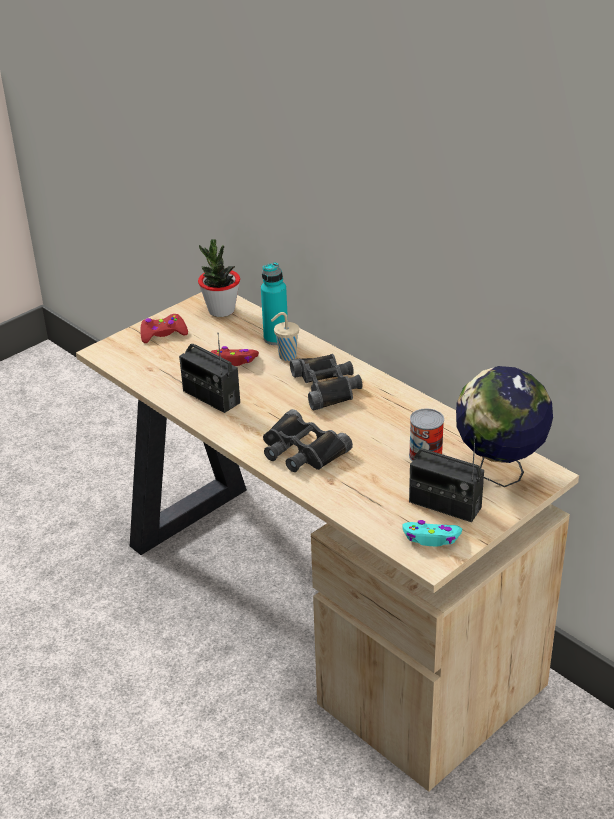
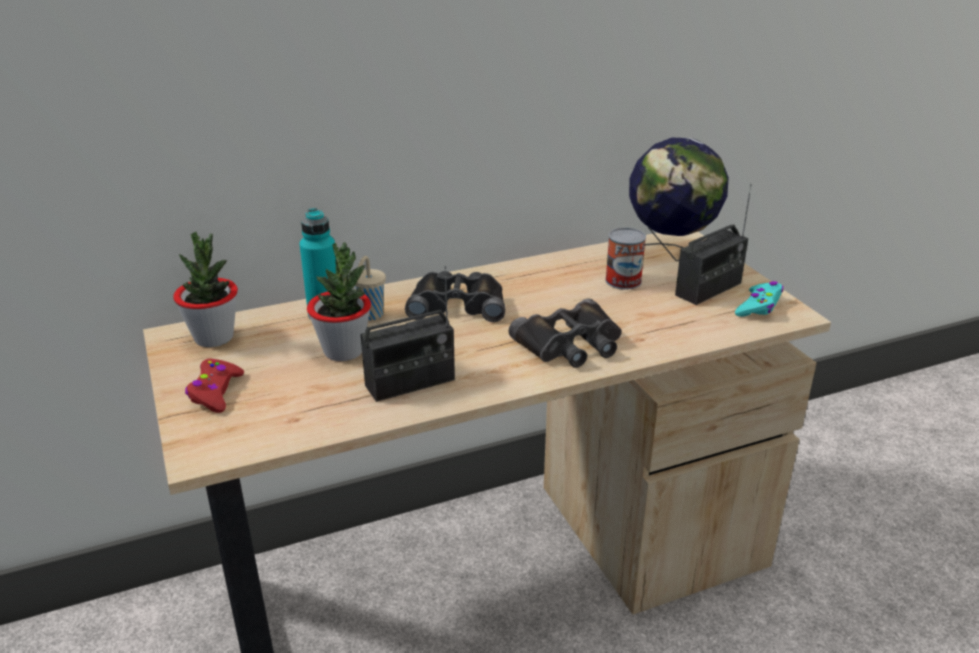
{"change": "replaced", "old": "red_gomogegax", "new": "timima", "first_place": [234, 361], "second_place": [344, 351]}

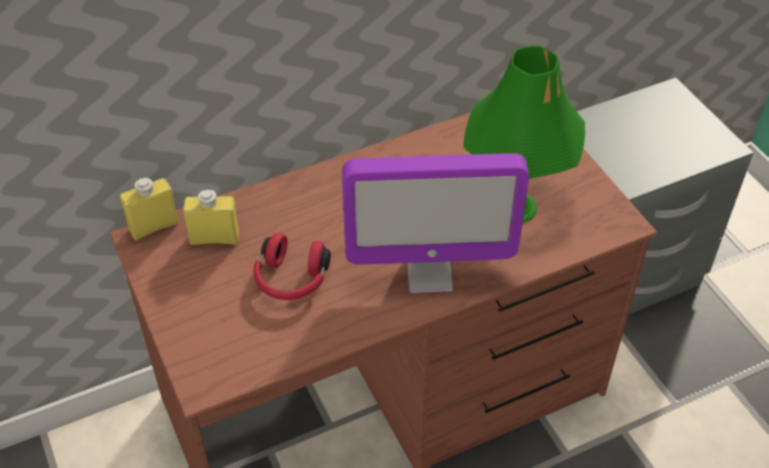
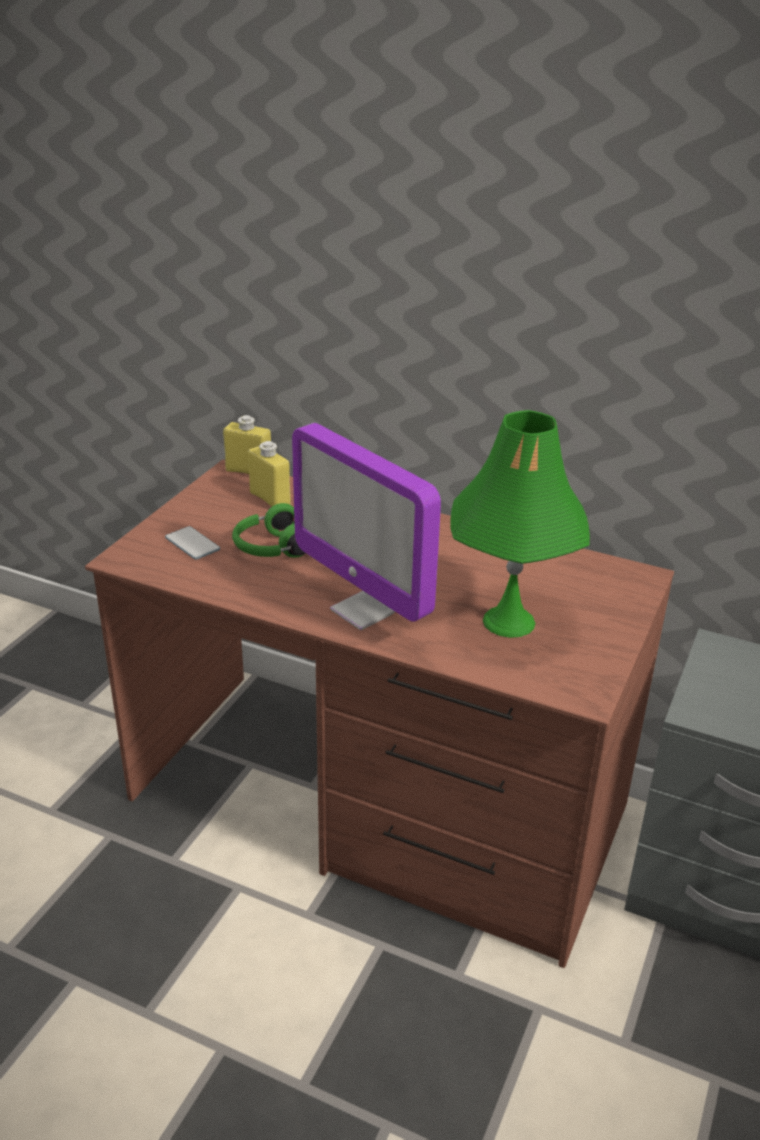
{"change": "recoloured", "old": "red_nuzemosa", "new": "green_nuzemosa", "first_place": [291, 280], "second_place": [271, 549]}
{"change": "added", "new": "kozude", "second_place": [192, 544]}

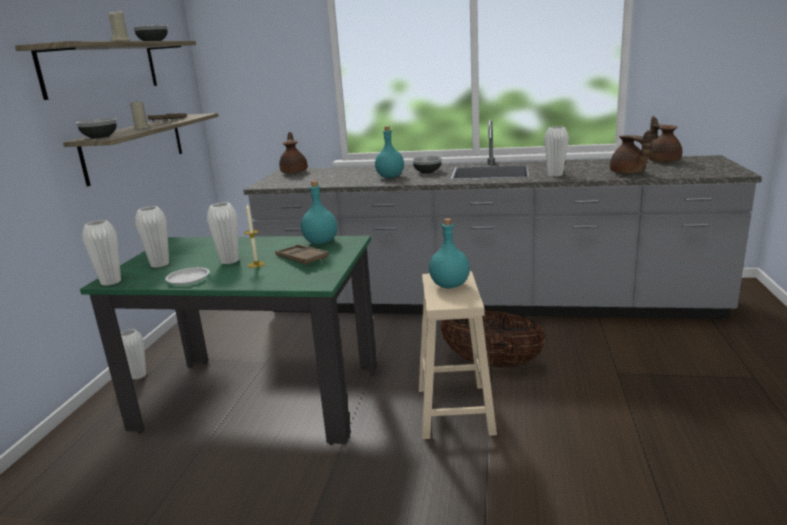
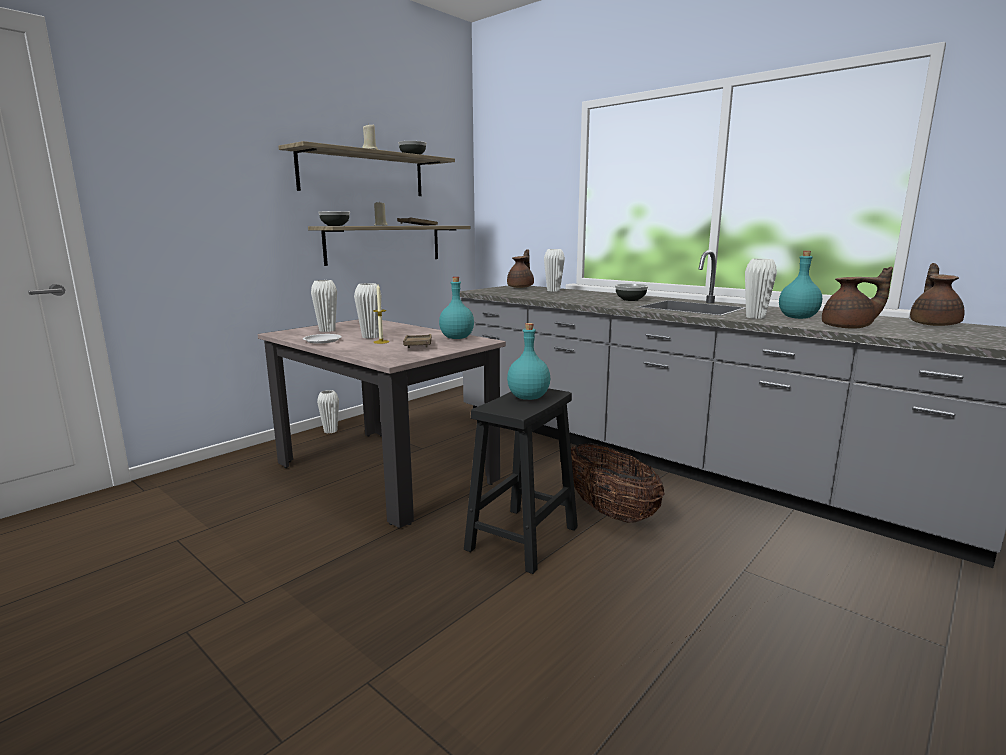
{"change": "recoloured", "old": "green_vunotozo", "new": "beige_vunotozo", "first_place": [260, 398], "second_place": [385, 472]}
{"change": "moved", "old": "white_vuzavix", "first_place": [111, 282], "second_place": [553, 290]}
{"change": "moved", "old": "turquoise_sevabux", "first_place": [390, 177], "second_place": [798, 318]}
{"change": "recoloured", "old": "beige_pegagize", "new": "black_pegagize", "first_place": [455, 411], "second_place": [522, 539]}
{"change": "turned", "old": "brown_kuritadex", "first_place": [628, 174], "second_place": [849, 327], "degrees": -90}

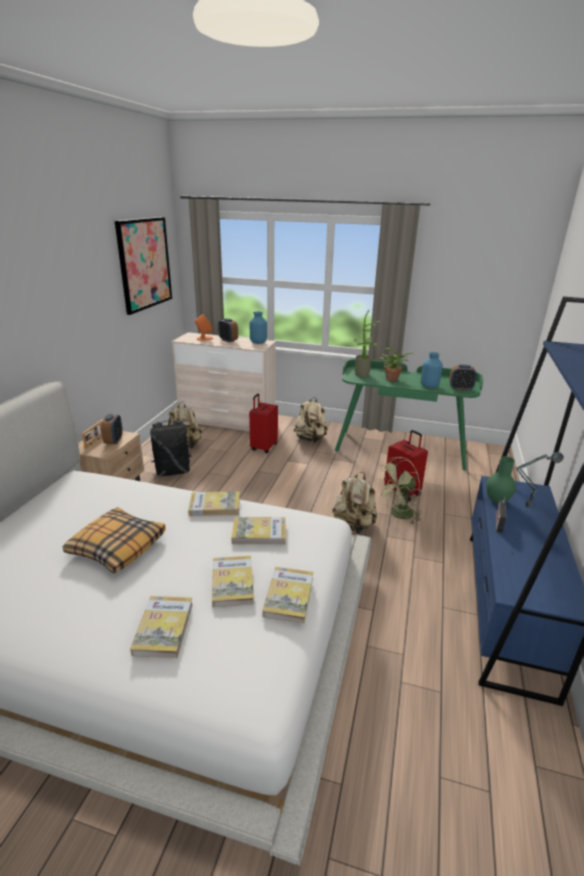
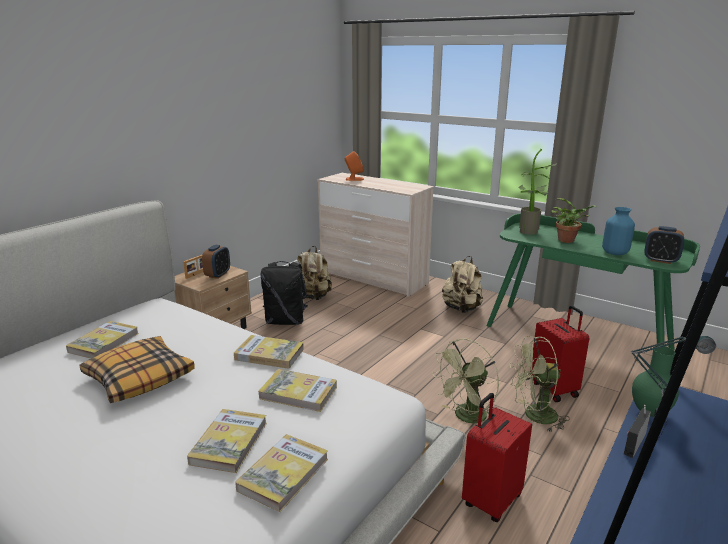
{"change": "removed", "old": "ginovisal", "first_place": [144, 264]}
{"change": "moved", "old": "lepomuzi", "first_place": [163, 628], "second_place": [104, 342]}
{"change": "removed", "old": "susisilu", "first_place": [228, 340]}
{"change": "moved", "old": "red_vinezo", "first_place": [263, 447], "second_place": [490, 500]}
{"change": "removed", "old": "blue_vuzavix", "first_place": [258, 342]}
{"change": "replaced", "old": "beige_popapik", "new": "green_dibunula", "first_place": [354, 525], "second_place": [466, 418]}

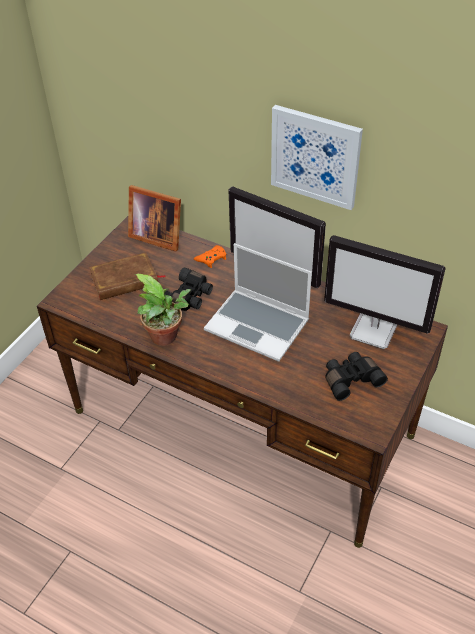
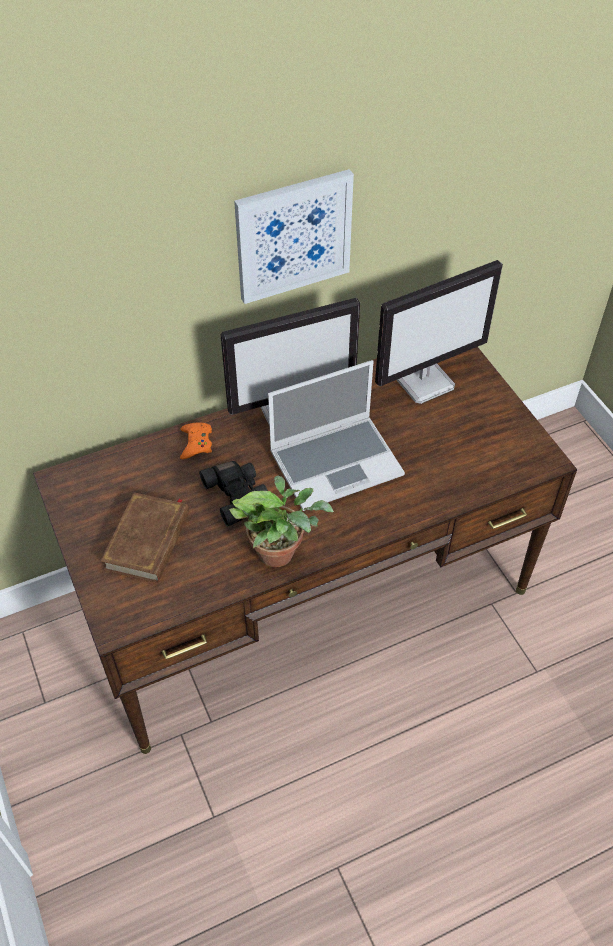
{"change": "removed", "old": "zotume", "first_place": [156, 236]}
{"change": "removed", "old": "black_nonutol", "first_place": [351, 379]}

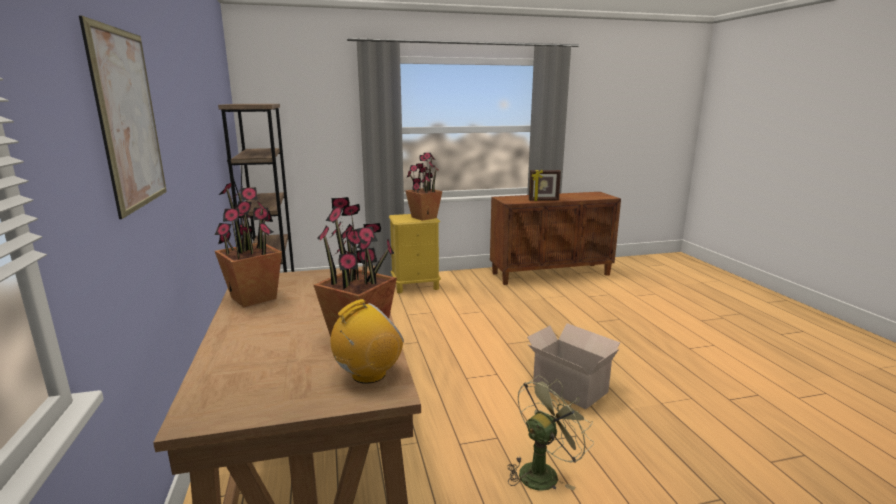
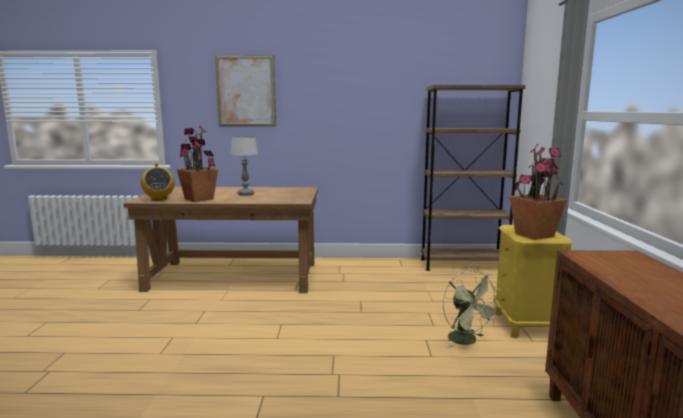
{"change": "removed", "old": "timima", "first_place": [254, 298]}
{"change": "moved", "old": "green_dibunula", "first_place": [543, 471], "second_place": [467, 341]}
{"change": "removed", "old": "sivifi", "first_place": [568, 387]}
{"change": "removed", "old": "zotume", "first_place": [543, 200]}
{"change": "added", "new": "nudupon", "second_place": [245, 194]}

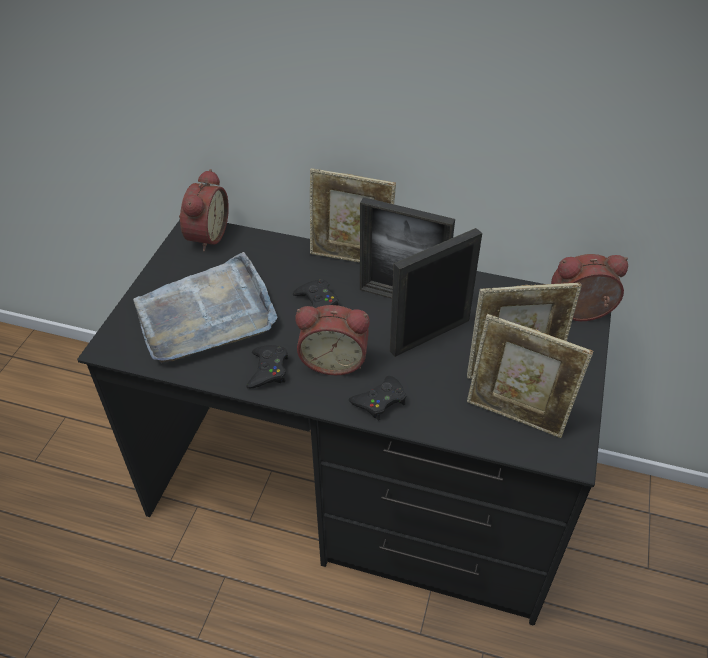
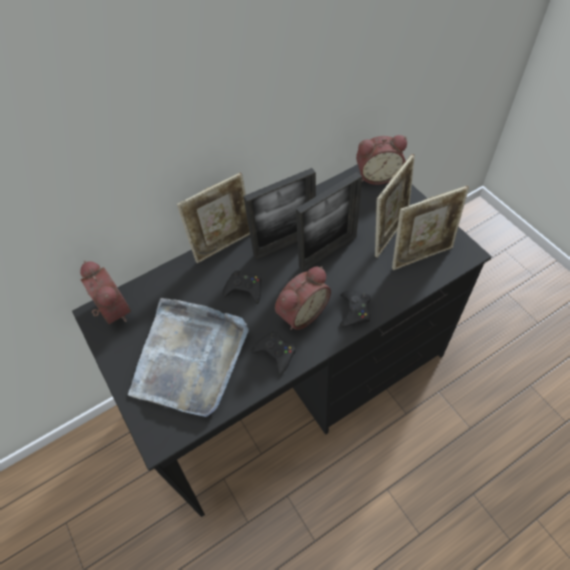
{"change": "turned", "old": "zotume", "first_place": [430, 335], "second_place": [328, 251], "degrees": -135}
{"change": "turned", "old": "susisilu", "first_place": [581, 314], "second_place": [377, 175], "degrees": -135}

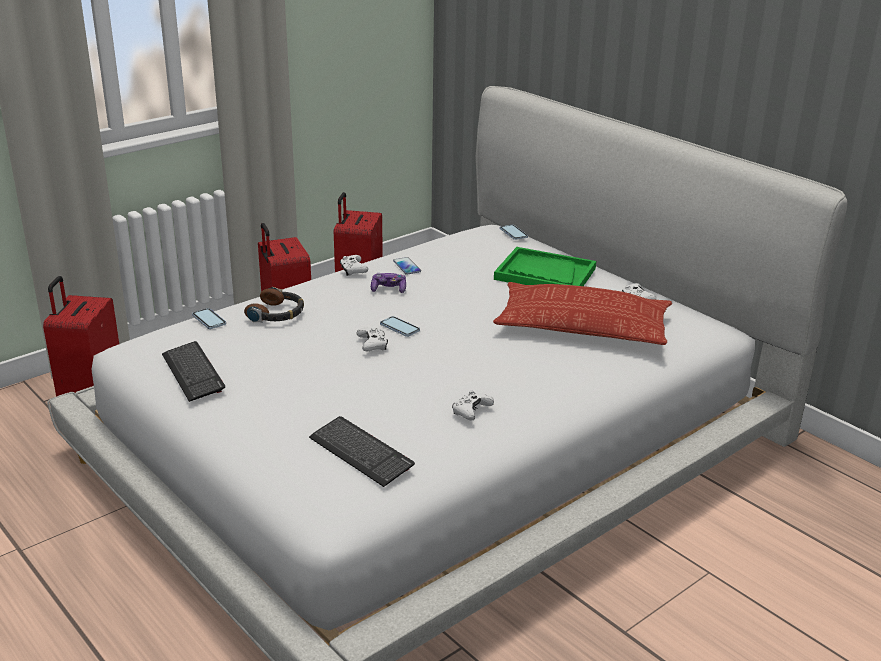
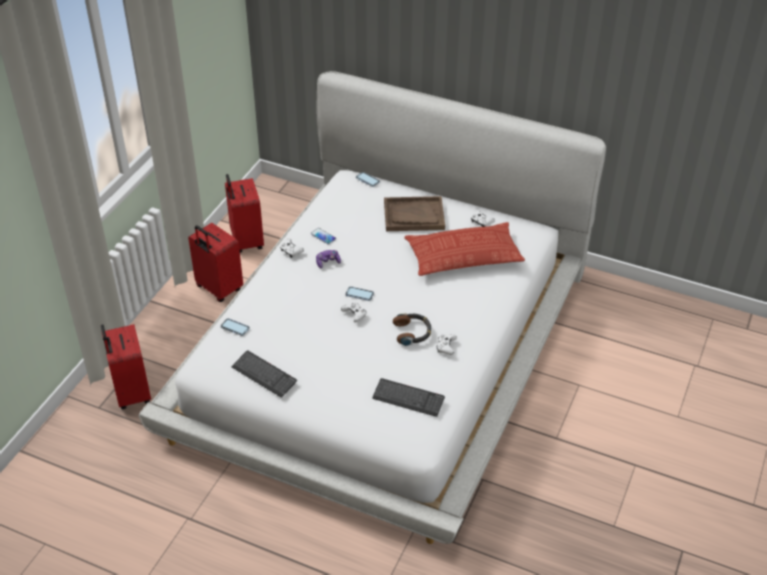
{"change": "moved", "old": "nuzemosa", "first_place": [277, 314], "second_place": [412, 332]}
{"change": "recoloured", "old": "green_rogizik", "new": "brown_rogizik", "first_place": [544, 274], "second_place": [413, 215]}

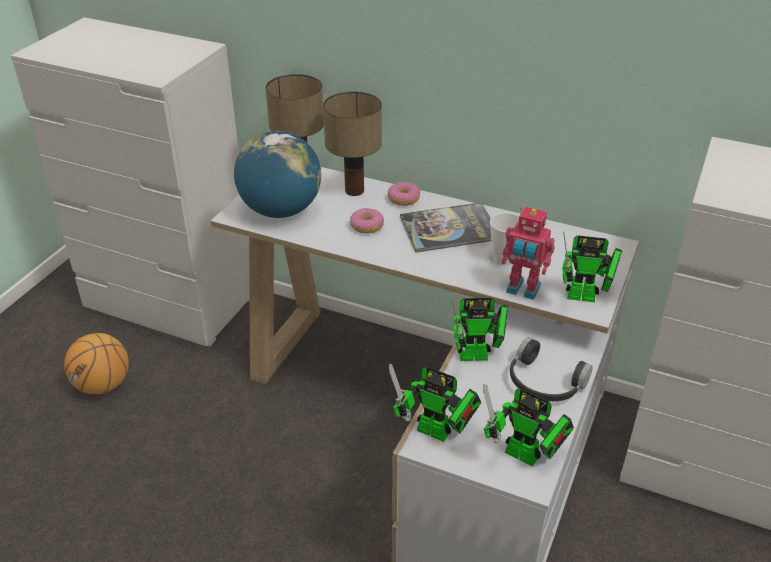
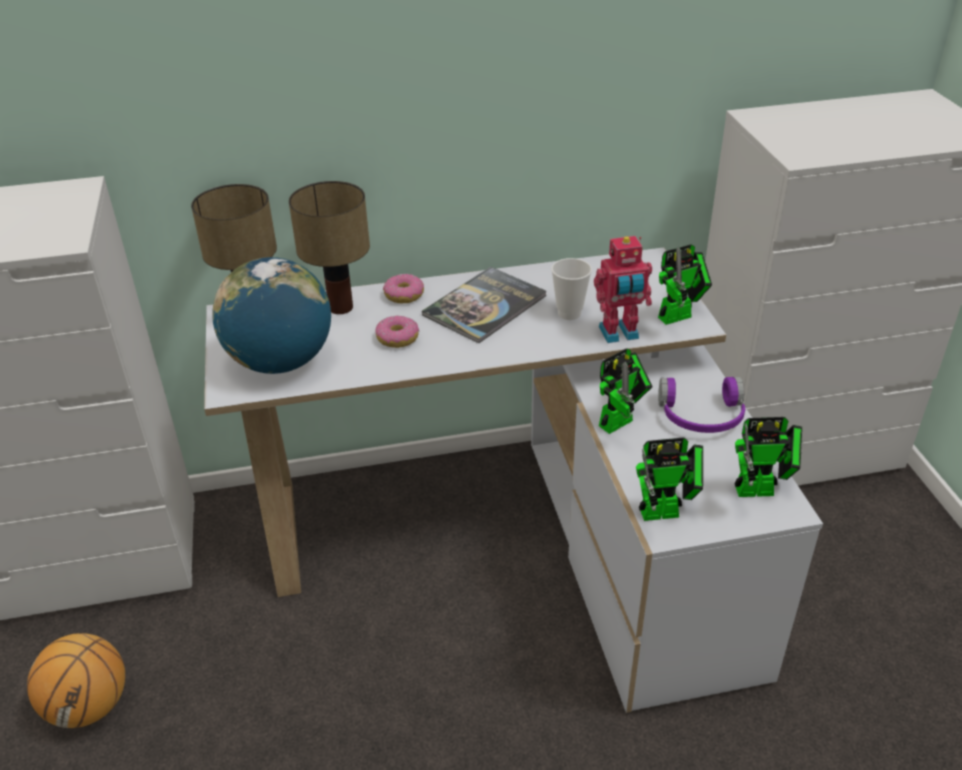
{"change": "recoloured", "old": "black_nuzemosa", "new": "purple_nuzemosa", "first_place": [544, 383], "second_place": [701, 417]}

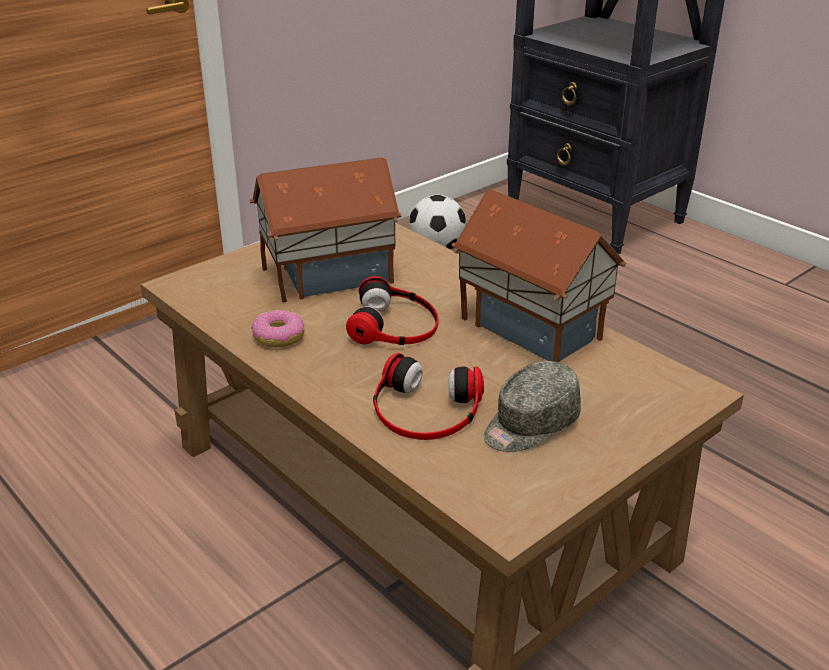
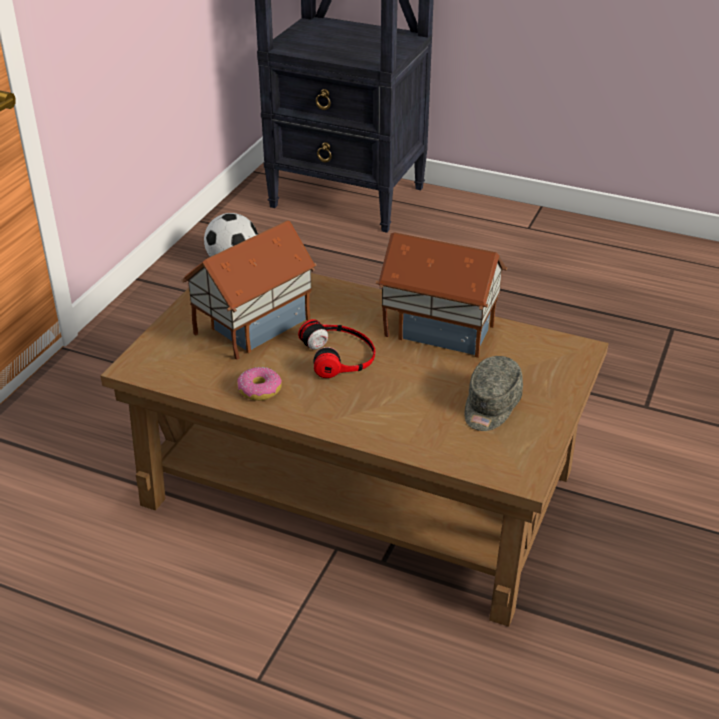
{"change": "removed", "old": "nuzemosa", "first_place": [425, 410]}

